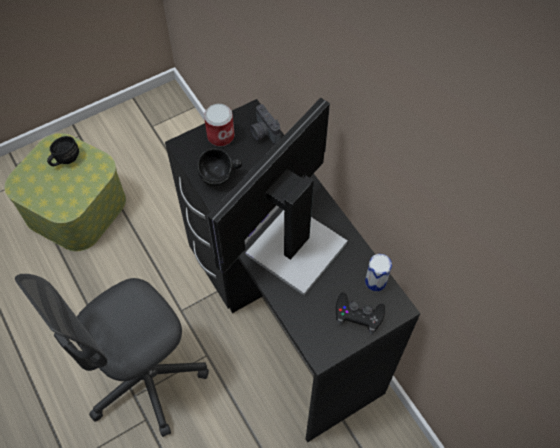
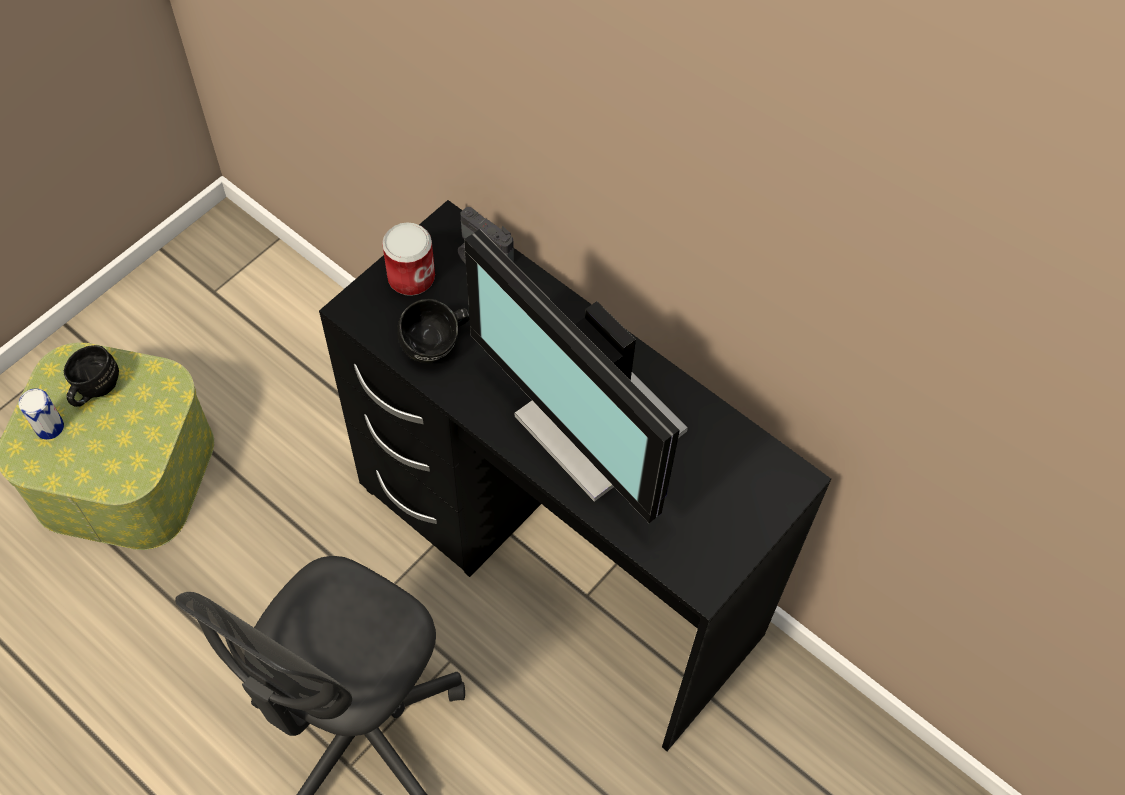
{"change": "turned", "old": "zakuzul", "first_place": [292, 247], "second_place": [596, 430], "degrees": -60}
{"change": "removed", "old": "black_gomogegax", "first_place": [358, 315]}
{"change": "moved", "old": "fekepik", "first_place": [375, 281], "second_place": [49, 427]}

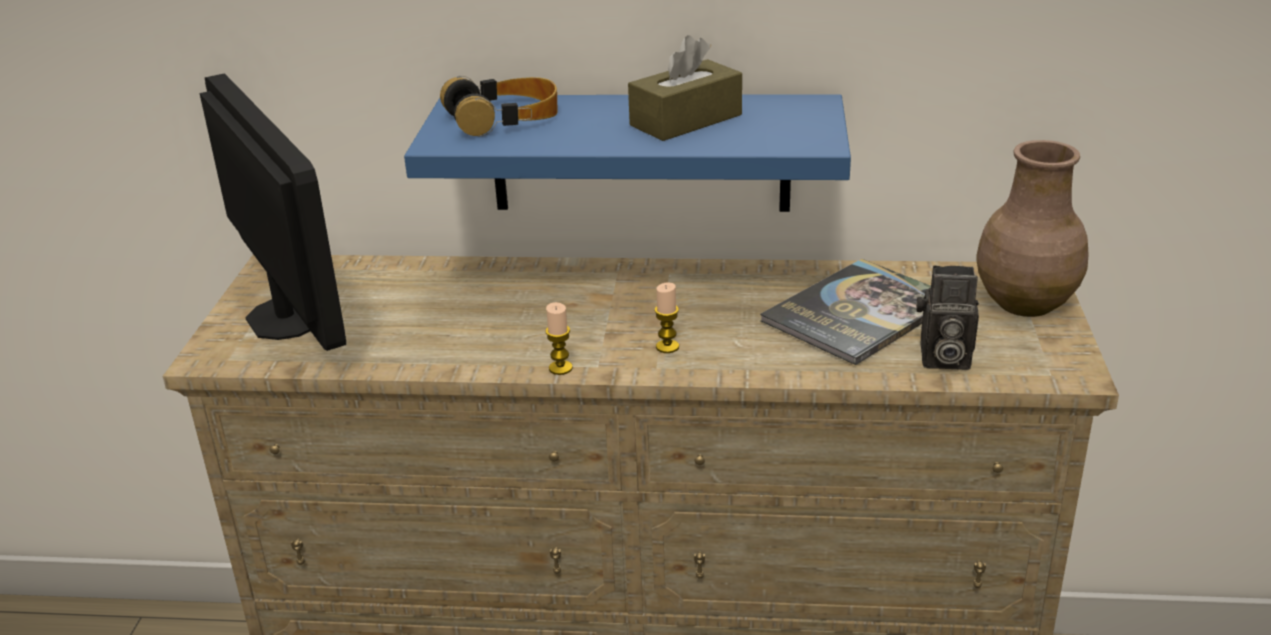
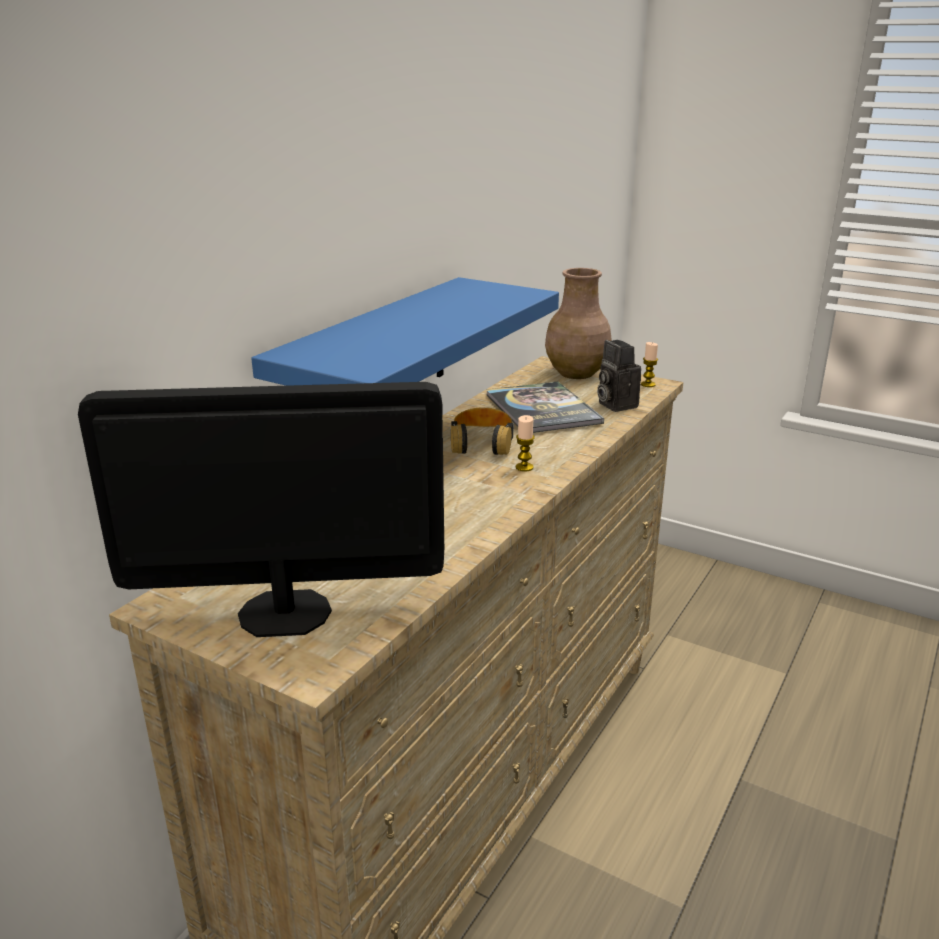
{"change": "moved", "old": "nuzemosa", "first_place": [504, 118], "second_place": [481, 442]}
{"change": "moved", "old": "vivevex", "first_place": [560, 368], "second_place": [648, 384]}
{"change": "removed", "old": "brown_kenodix", "first_place": [686, 120]}
{"change": "turned", "old": "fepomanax", "first_place": [942, 358], "second_place": [614, 404], "degrees": 120}

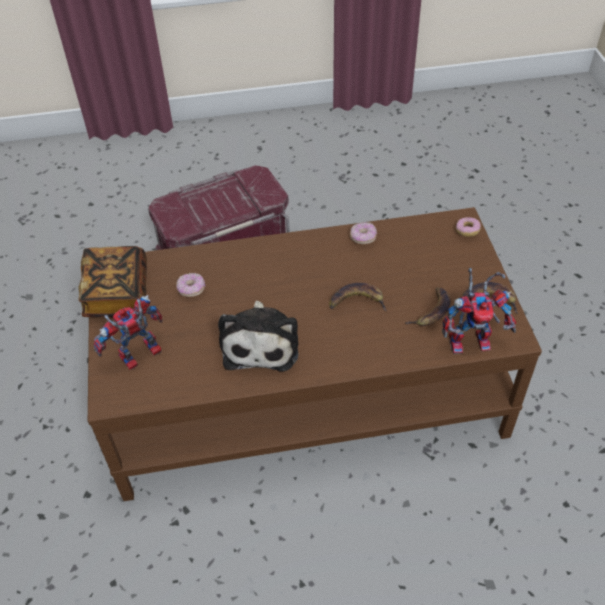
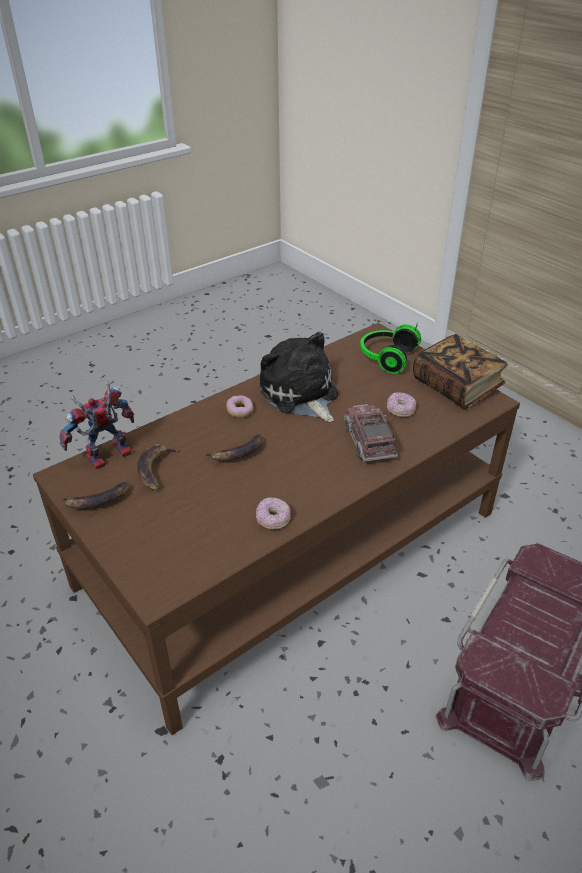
{"change": "replaced", "old": "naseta", "new": "nuzemosa", "first_place": [138, 357], "second_place": [386, 357]}
{"change": "moved", "old": "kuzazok", "first_place": [467, 231], "second_place": [240, 411]}
{"change": "added", "new": "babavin", "second_place": [369, 442]}

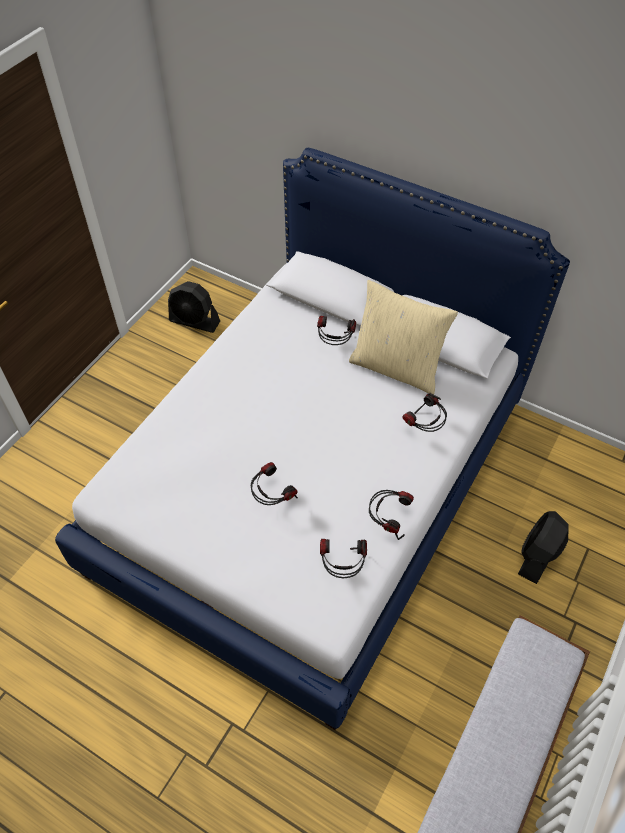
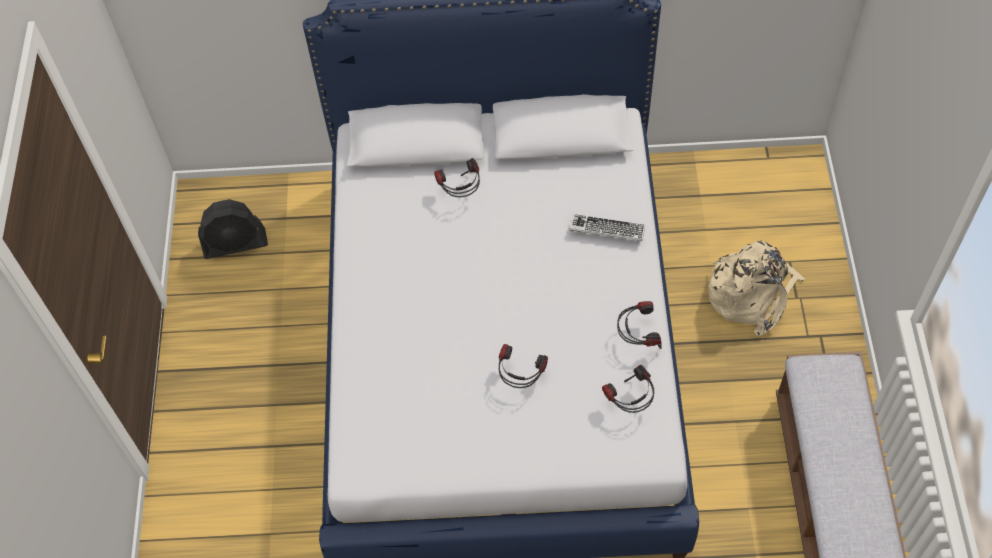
{"change": "removed", "old": "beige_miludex", "first_place": [396, 367]}
{"change": "replaced", "old": "nuzemosa", "new": "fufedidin", "first_place": [424, 427], "second_place": [606, 231]}
{"change": "replaced", "old": "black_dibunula", "new": "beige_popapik", "first_place": [538, 555], "second_place": [751, 294]}

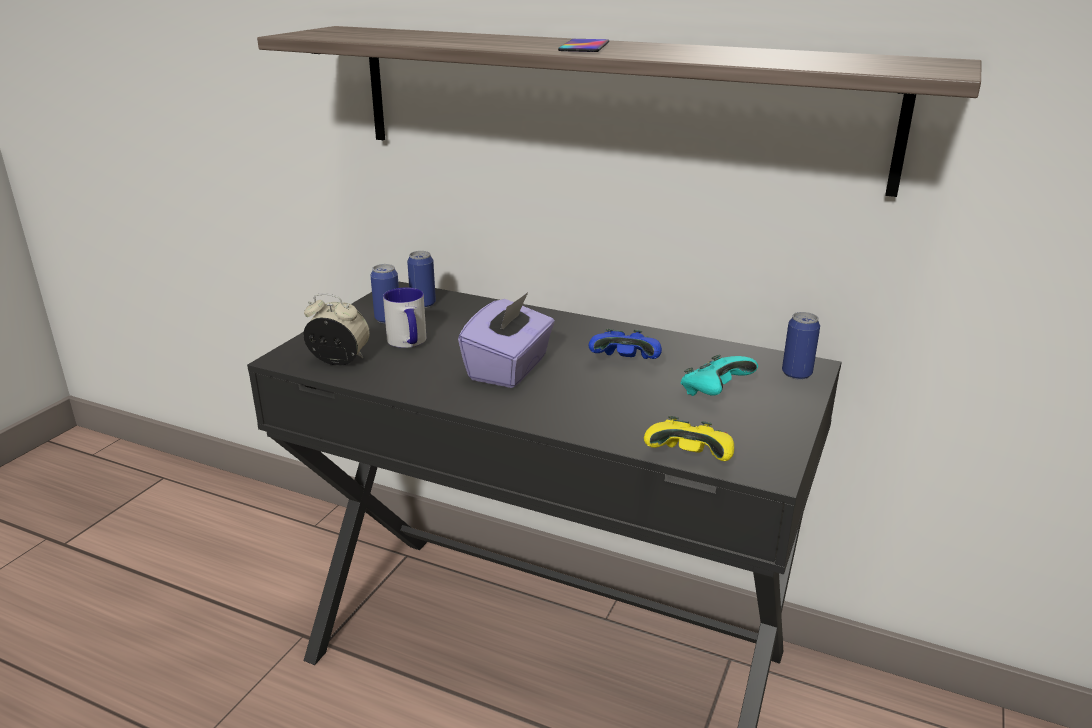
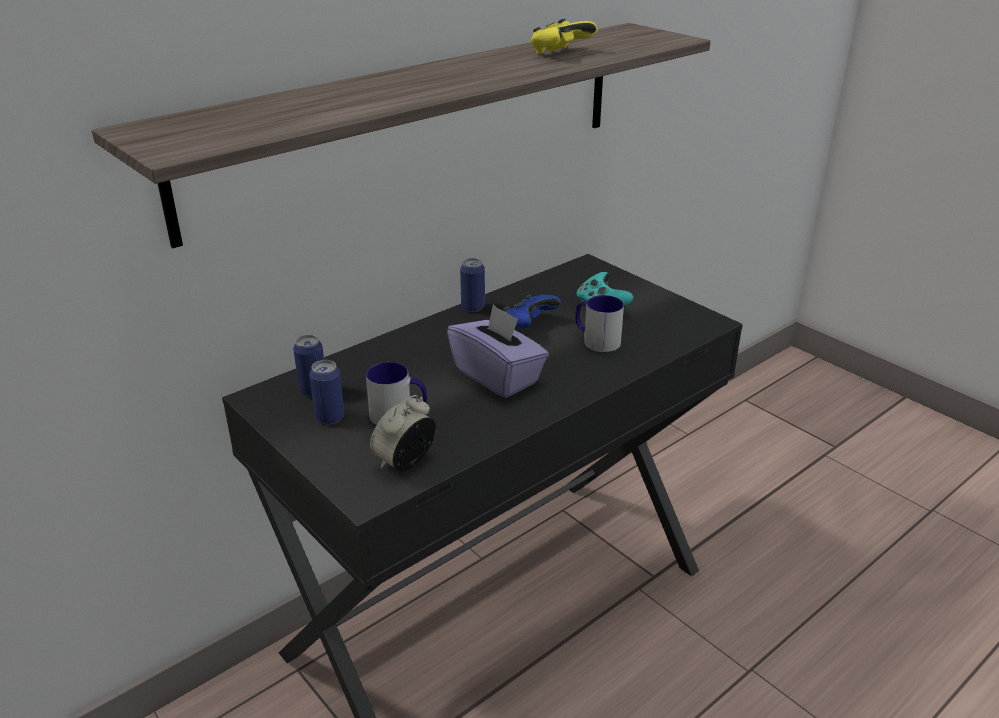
{"change": "removed", "old": "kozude", "first_place": [584, 47]}
{"change": "moved", "old": "yellow_gomogegax", "first_place": [690, 459], "second_place": [560, 53]}
{"change": "moved", "old": "fekepik", "first_place": [796, 374], "second_place": [473, 307]}
{"change": "added", "new": "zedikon", "second_place": [596, 340]}

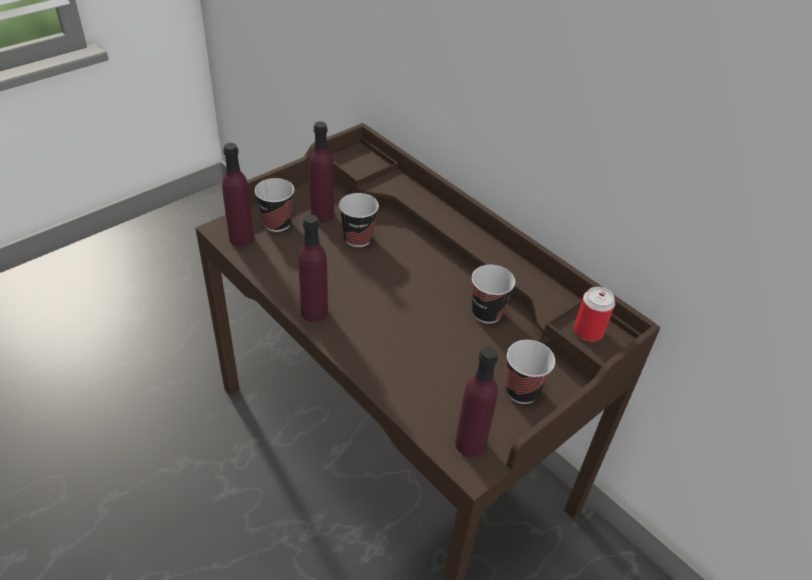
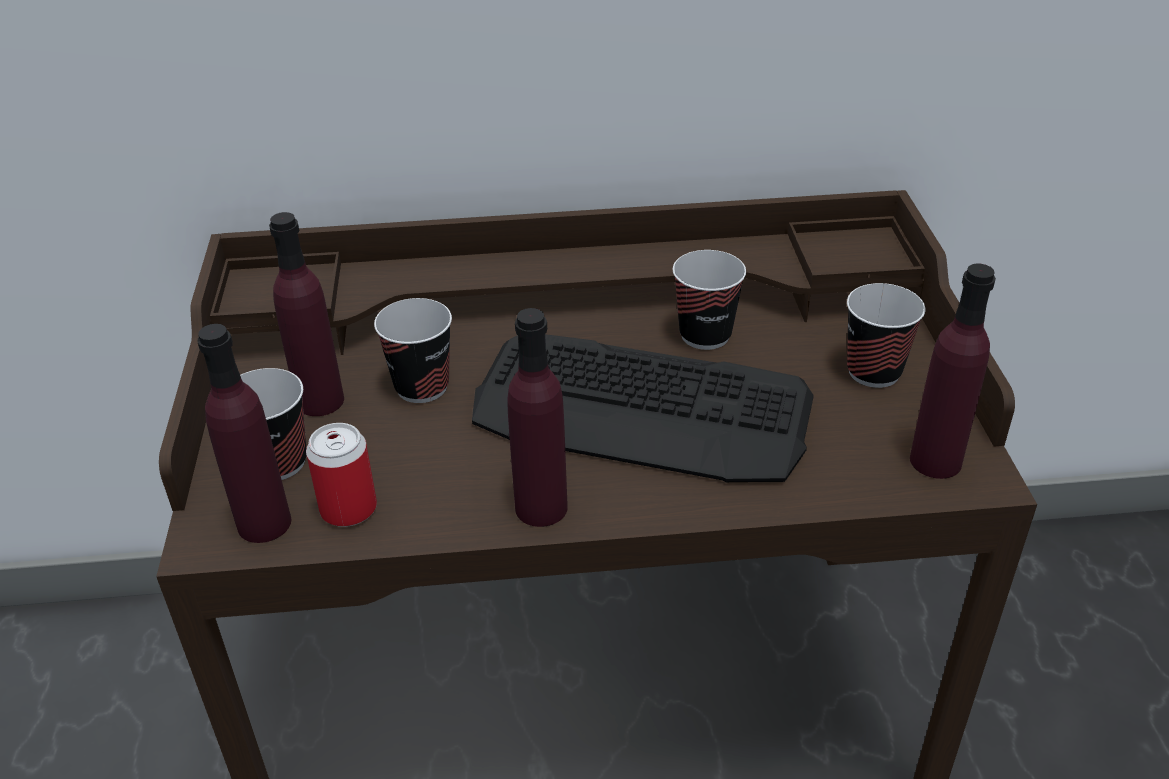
{"change": "moved", "old": "fekepik", "first_place": [588, 331], "second_place": [348, 508]}
{"change": "added", "new": "fufedidin", "second_place": [642, 410]}

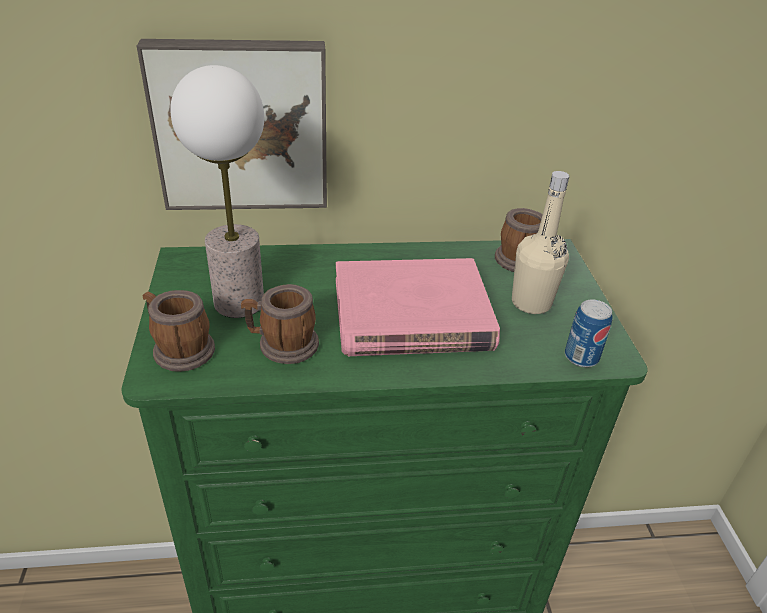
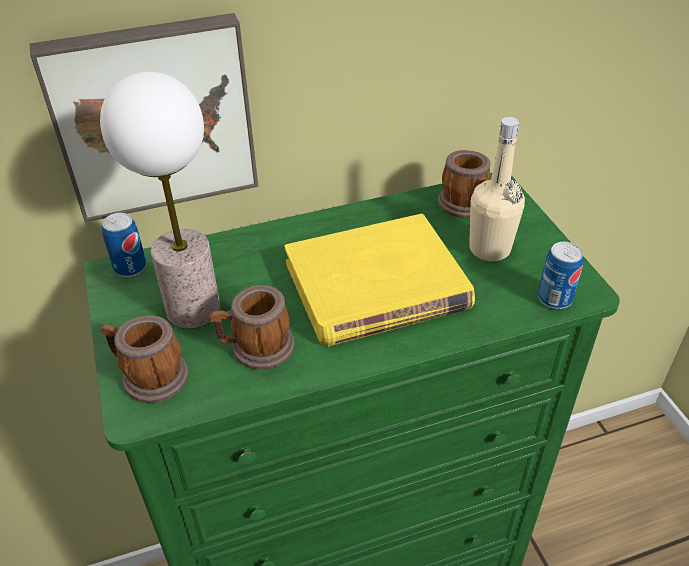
{"change": "recoloured", "old": "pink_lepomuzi", "new": "yellow_lepomuzi", "first_place": [412, 314], "second_place": [376, 286]}
{"change": "added", "new": "fekepik", "second_place": [130, 267]}

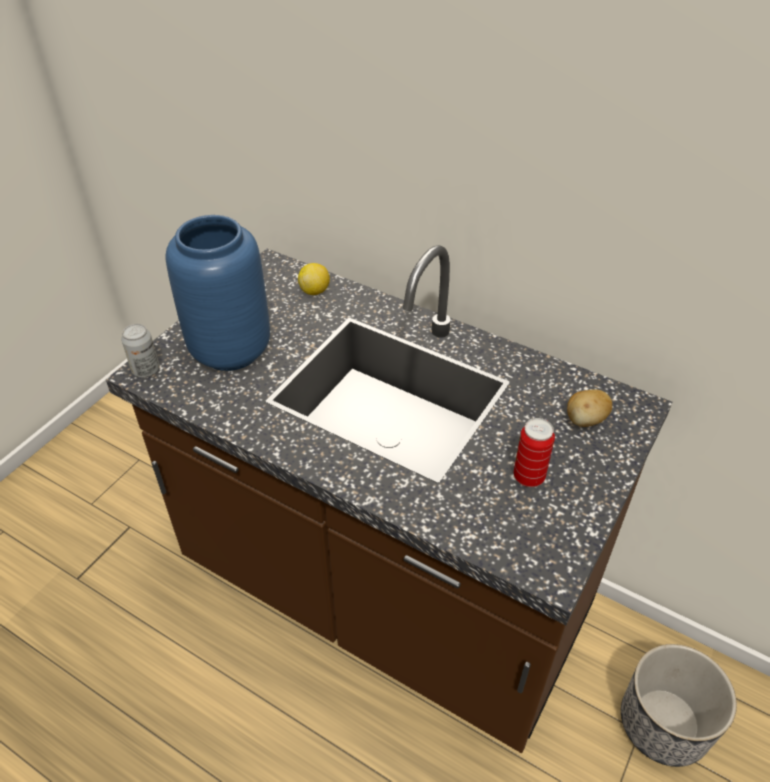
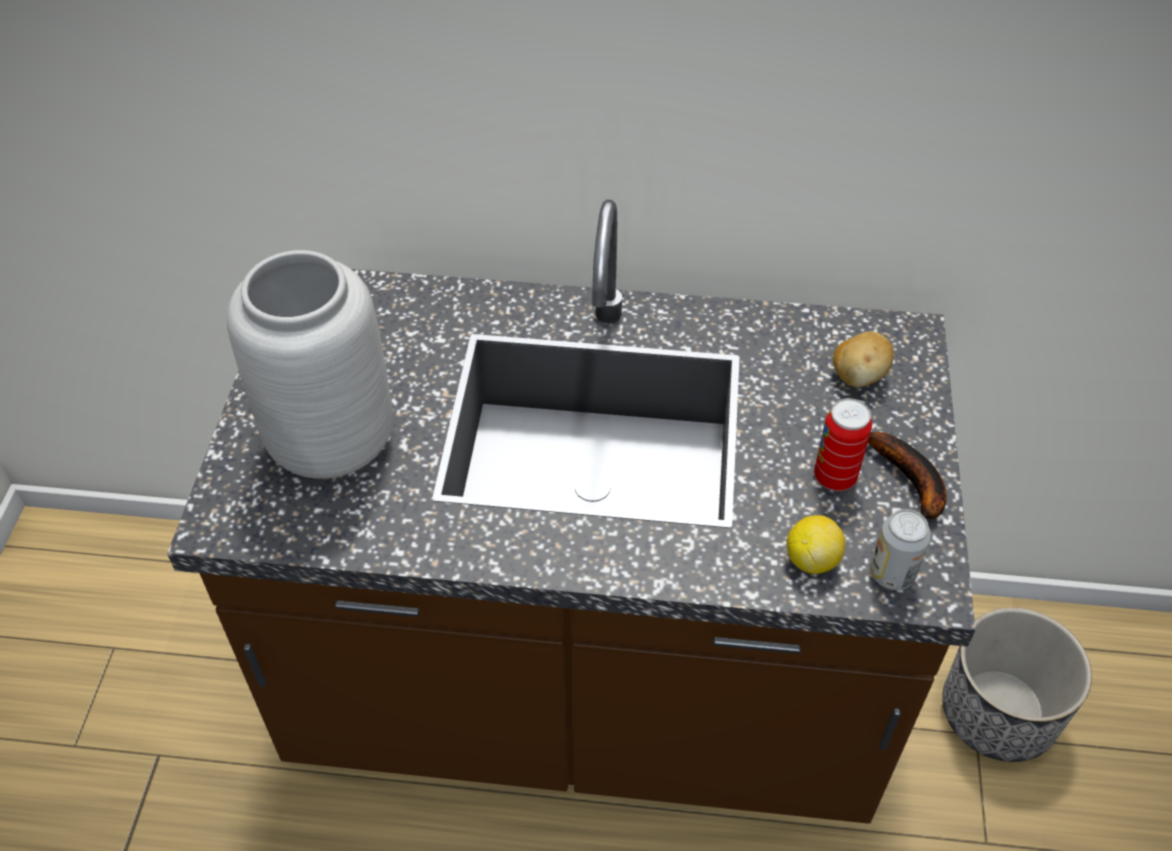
{"change": "moved", "old": "fekepik", "first_place": [146, 370], "second_place": [892, 573]}
{"change": "recoloured", "old": "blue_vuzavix", "new": "grey_vuzavix", "first_place": [229, 352], "second_place": [331, 444]}
{"change": "moved", "old": "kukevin", "first_place": [315, 291], "second_place": [811, 559]}
{"change": "added", "new": "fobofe", "second_place": [912, 486]}

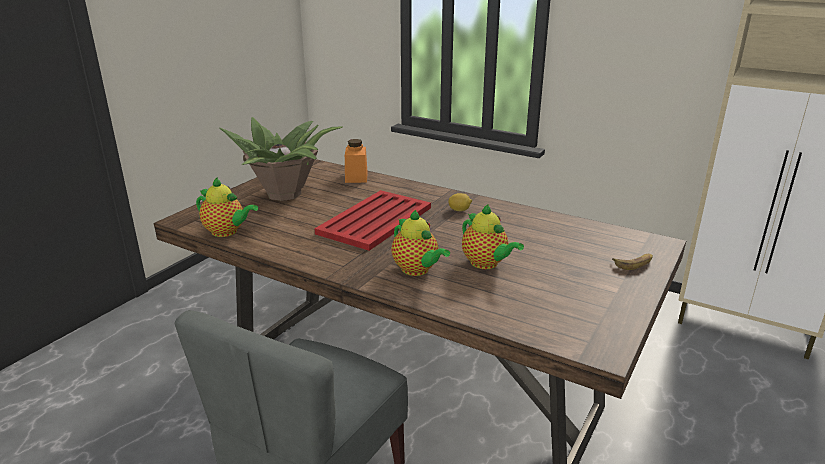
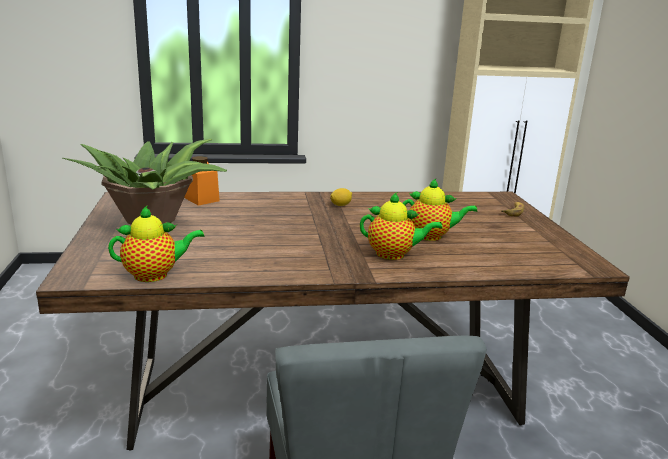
{"change": "removed", "old": "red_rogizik", "first_place": [374, 221]}

